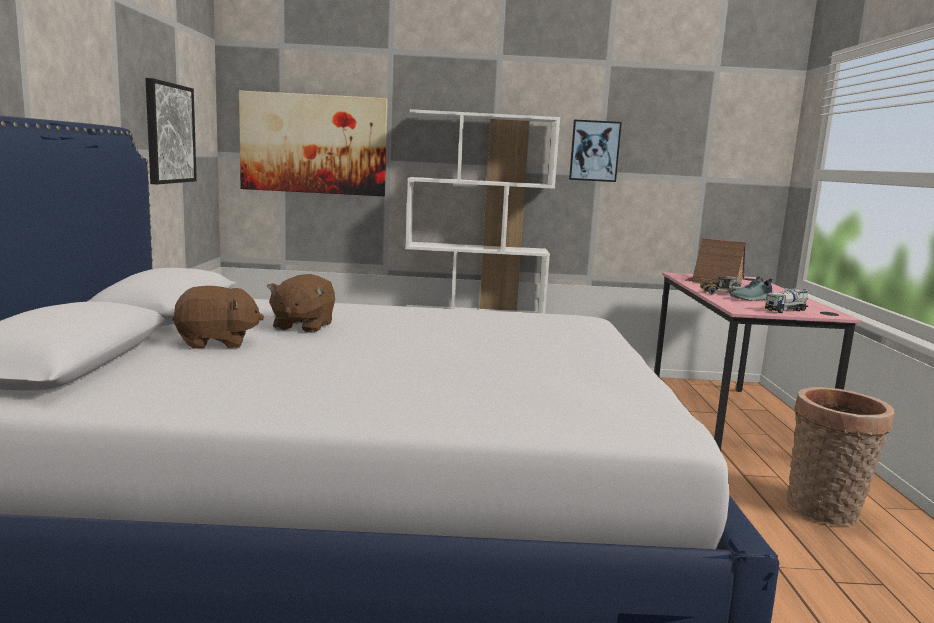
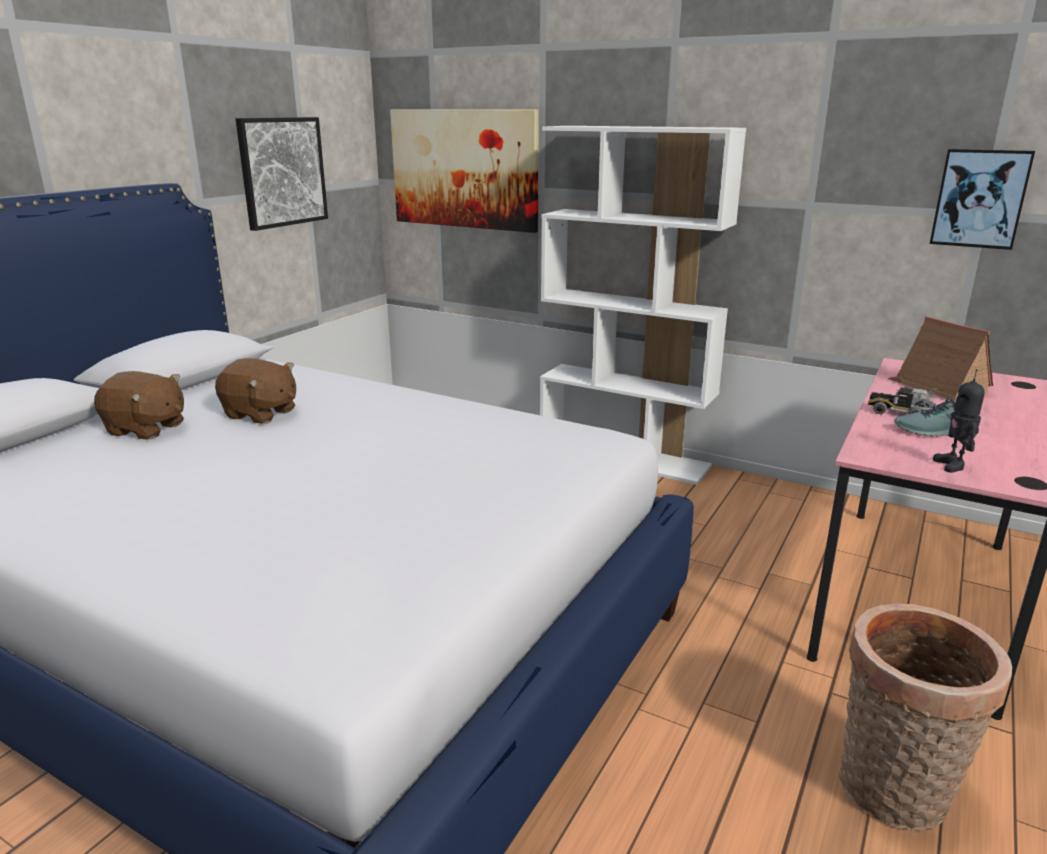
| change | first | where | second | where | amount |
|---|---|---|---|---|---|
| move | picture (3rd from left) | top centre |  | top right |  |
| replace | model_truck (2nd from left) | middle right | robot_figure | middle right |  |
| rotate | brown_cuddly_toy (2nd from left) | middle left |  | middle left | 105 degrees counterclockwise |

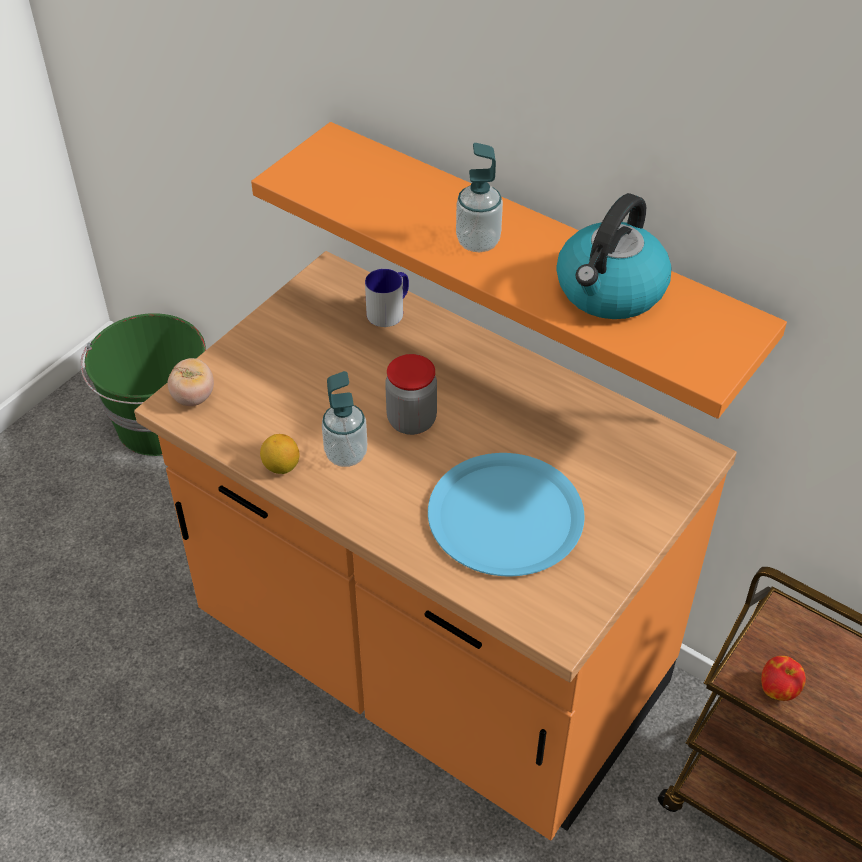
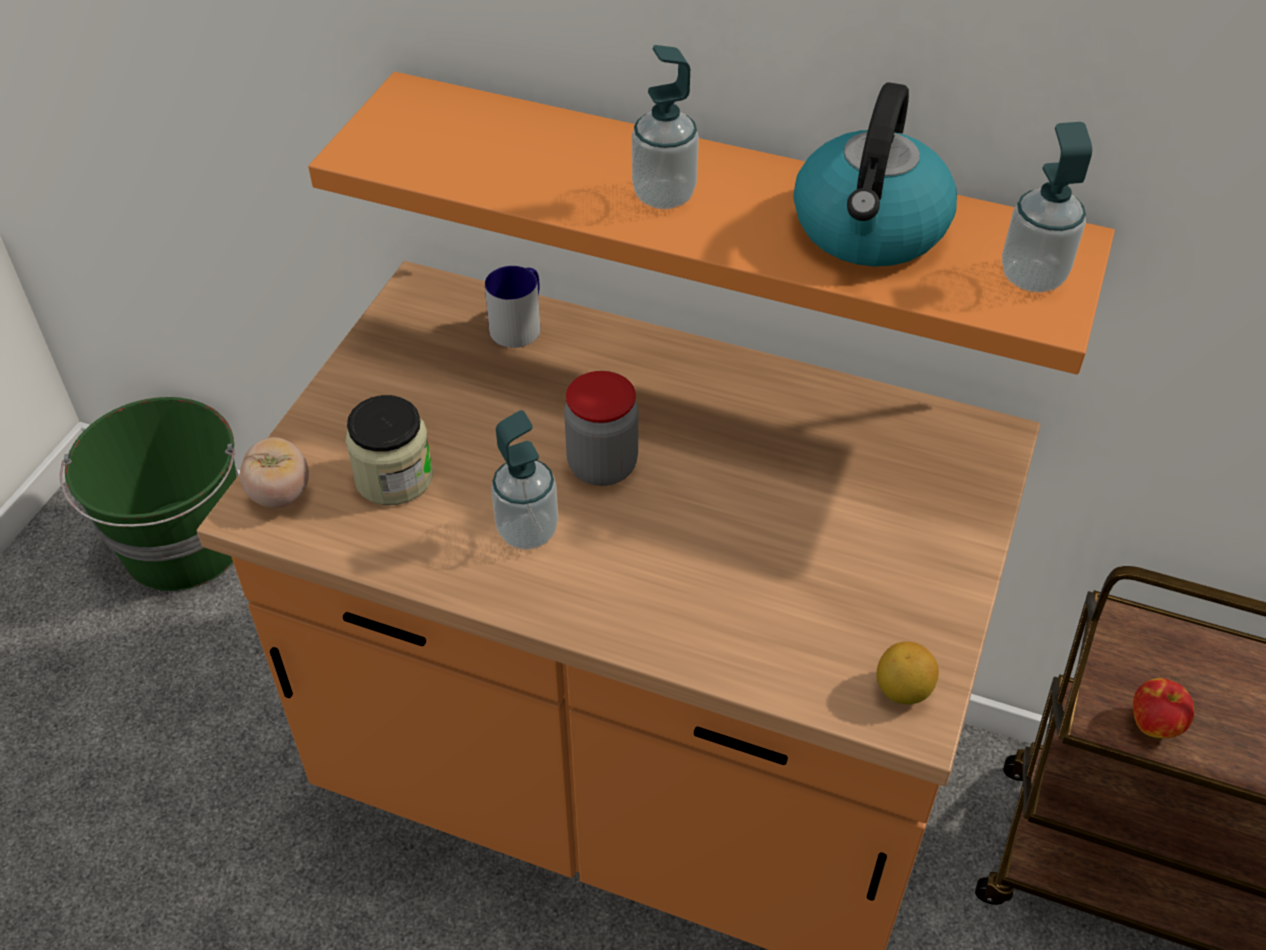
| change | first | where | second | where | amount |
|---|---|---|---|---|---|
| delete | blue_flat_dish | centre |  |  |  |
| insert |  |  | storage_jar (1st from left) | middle left |  |
| insert |  |  | soap_bottle (3rd from left) | top right |  |
| move | lemon | middle left |  | bottom right |  |

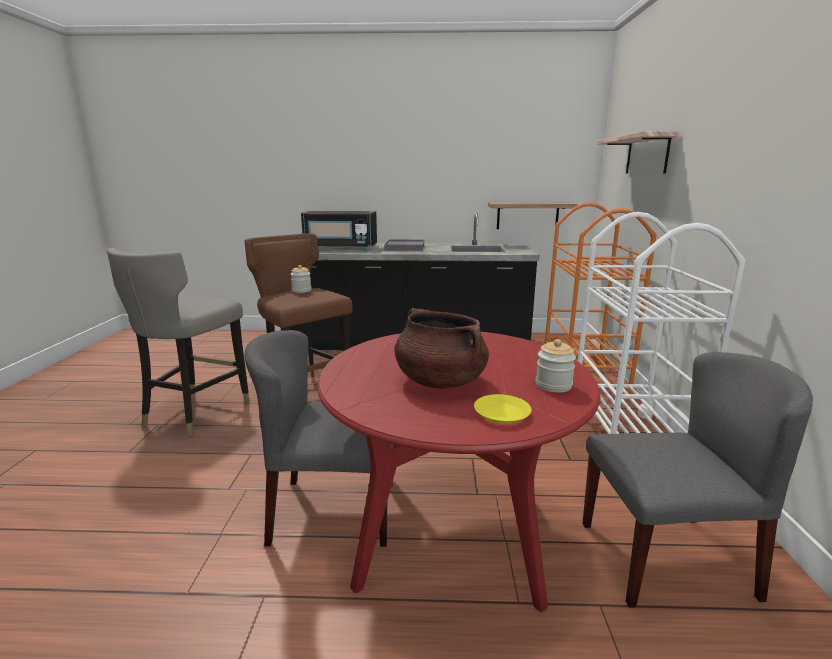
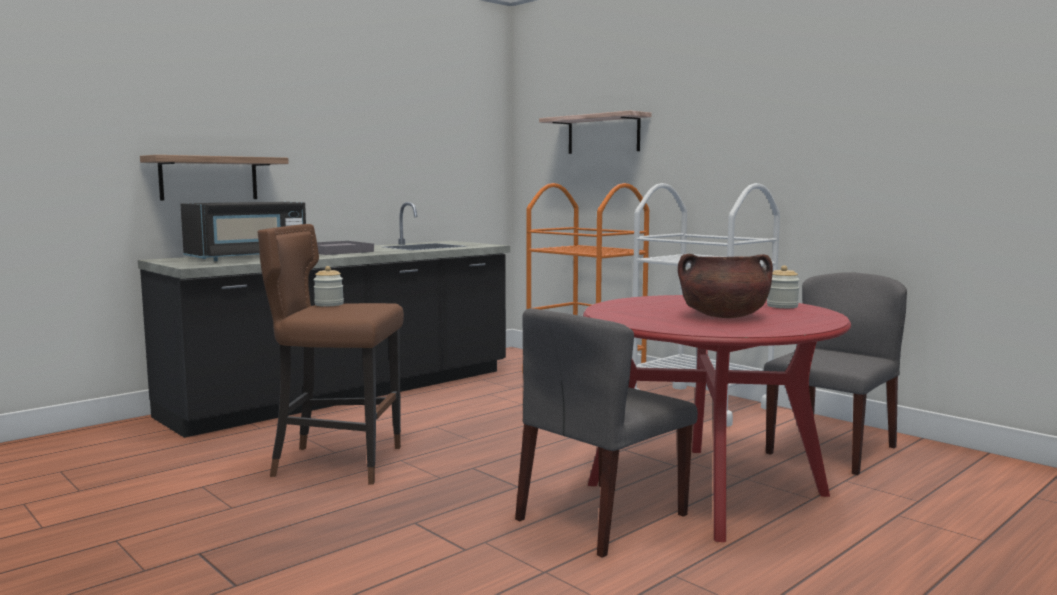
| change | first | where | second | where | amount |
|---|---|---|---|---|---|
| delete | greyish_stool_seat | middle left |  |  |  |
| delete | yellow_flat_dish | centre |  |  |  |
| move | wall_shelf (1st from left) | top centre |  | top left |  |

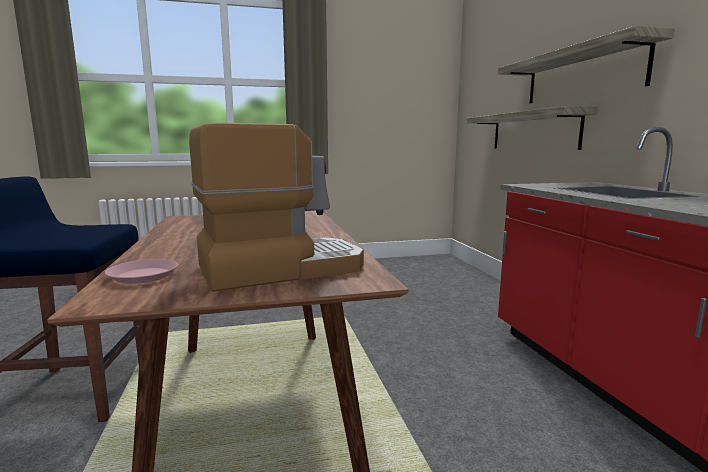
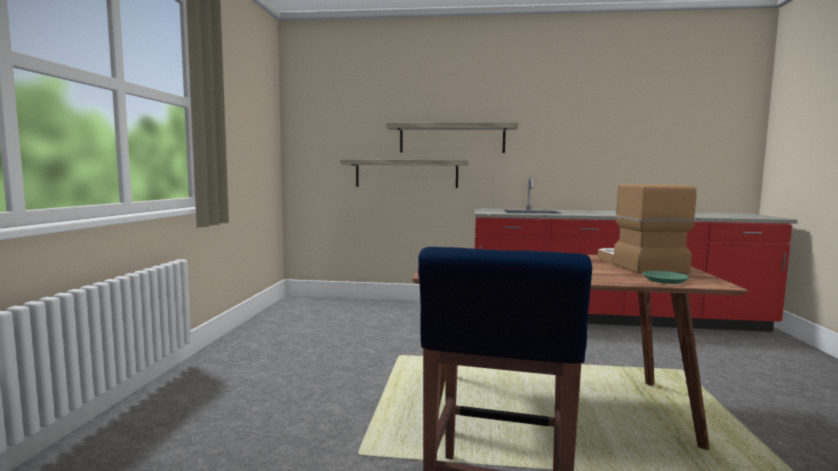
| change | first | where | second | where | amount |
|---|---|---|---|---|---|
| recolor | pinkish_flat_dish | middle left | green-coloured_flat_dish | middle right |  |

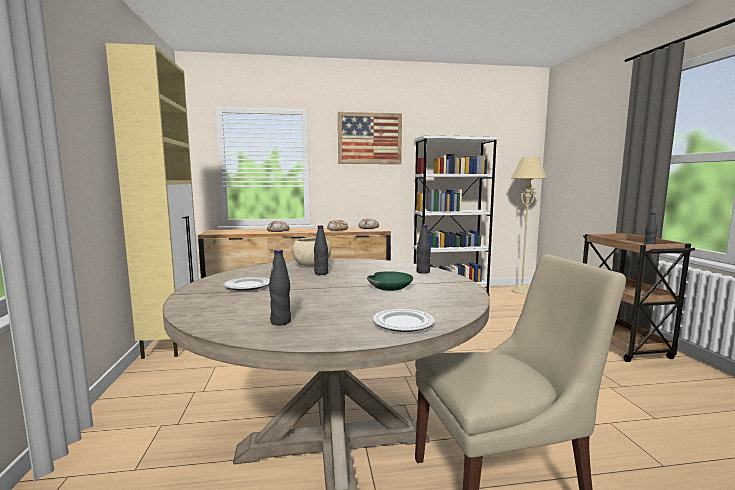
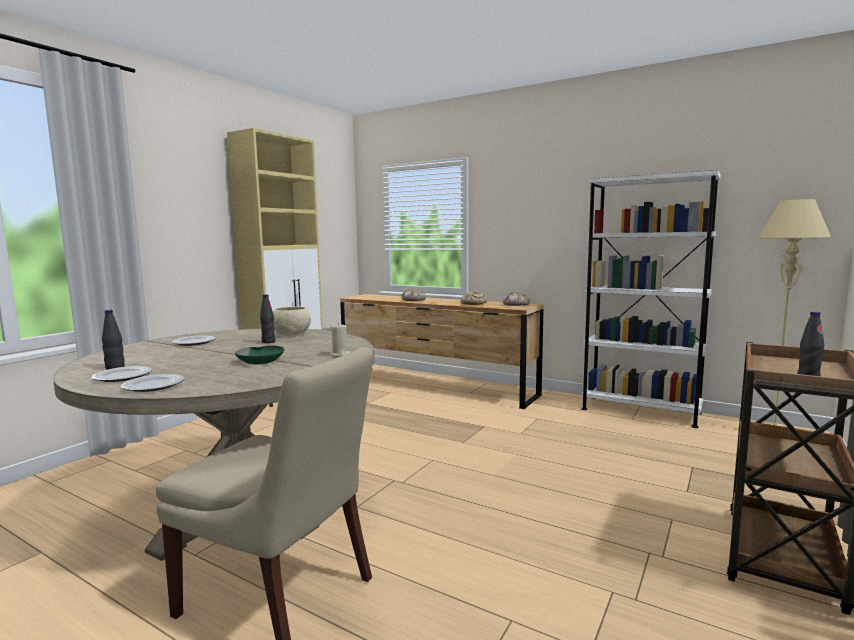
| change | first | where | second | where | amount |
|---|---|---|---|---|---|
| delete | picture | top centre |  |  |  |
| insert |  |  | flat_dish (1st from left) | middle left |  |
| replace | black-coloured_bottle (3rd from left) | centre | beige-coloured_wax_light | centre |  |

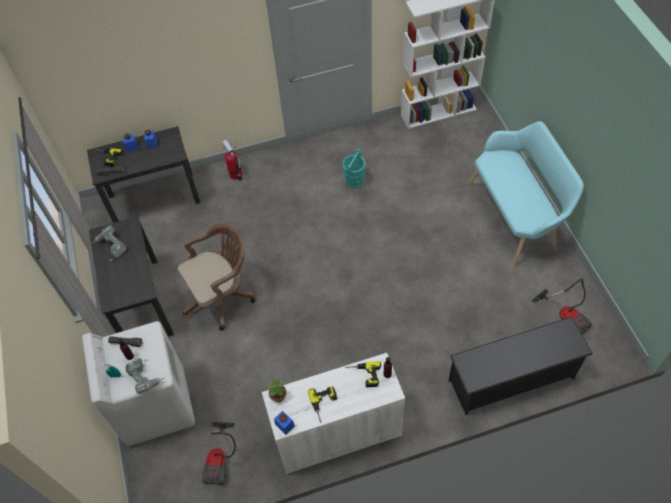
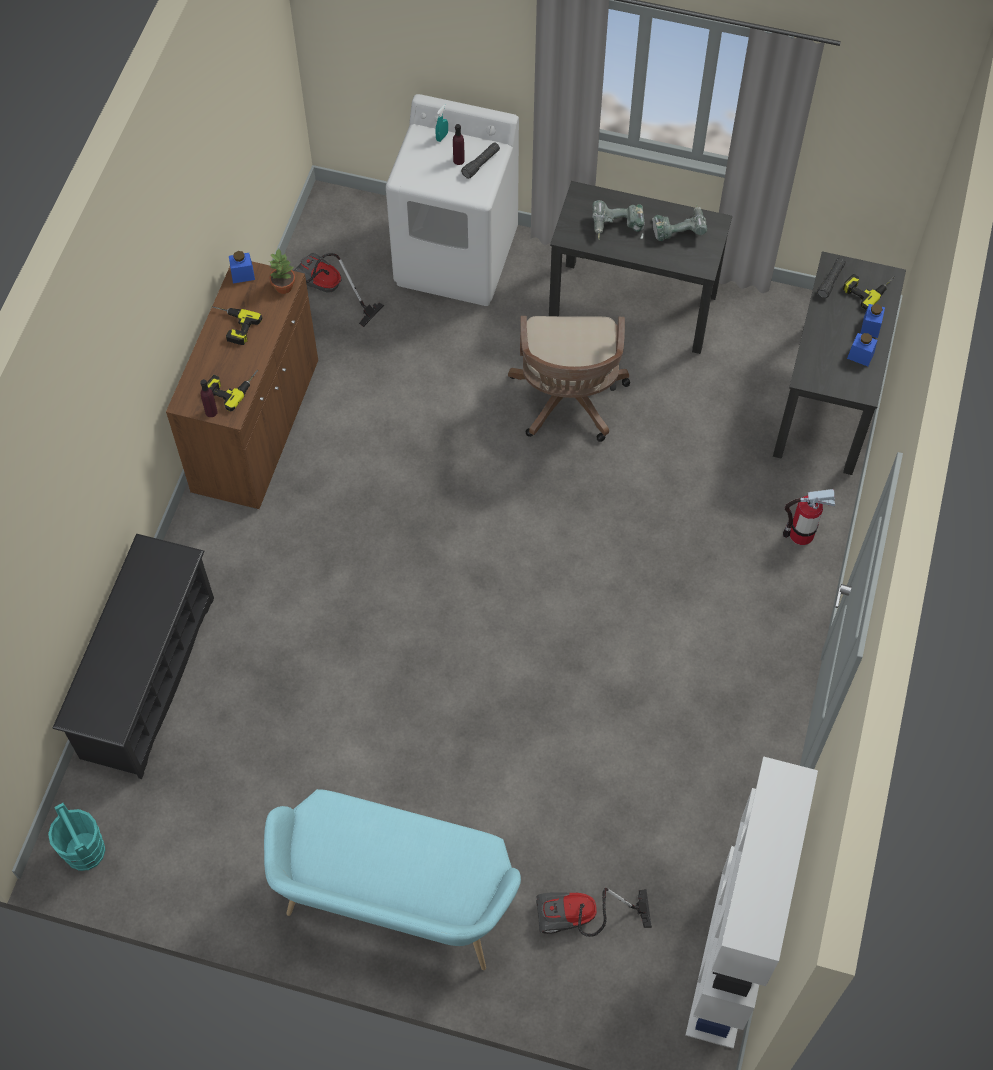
| change | first | where | second | where | amount |
|---|---|---|---|---|---|
| move | power_drill (3rd from left) | bottom left |  | top centre |  |
| move | turquoise-coloured_pail | centre |  | bottom left |  |
| move | vacuum_cleaner (2nd from left) | middle right |  | bottom centre |  |
| recolor | white_storage_cabinet | bottom centre | brown_storage_cabinet | middle left |  |

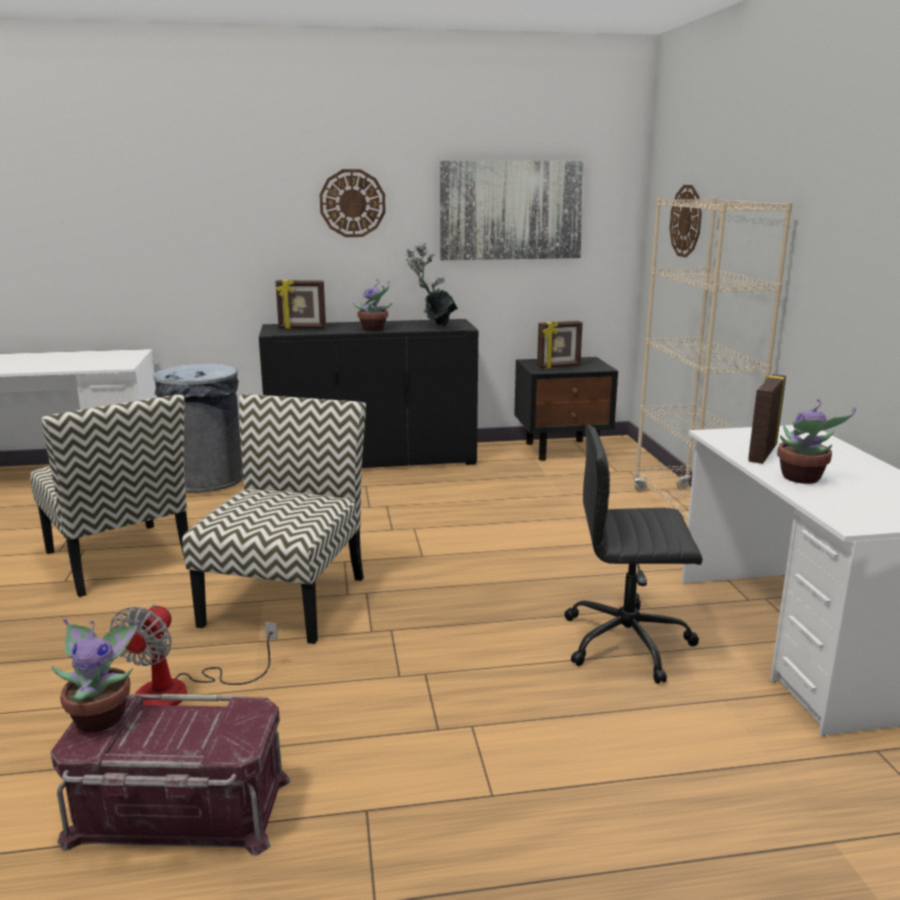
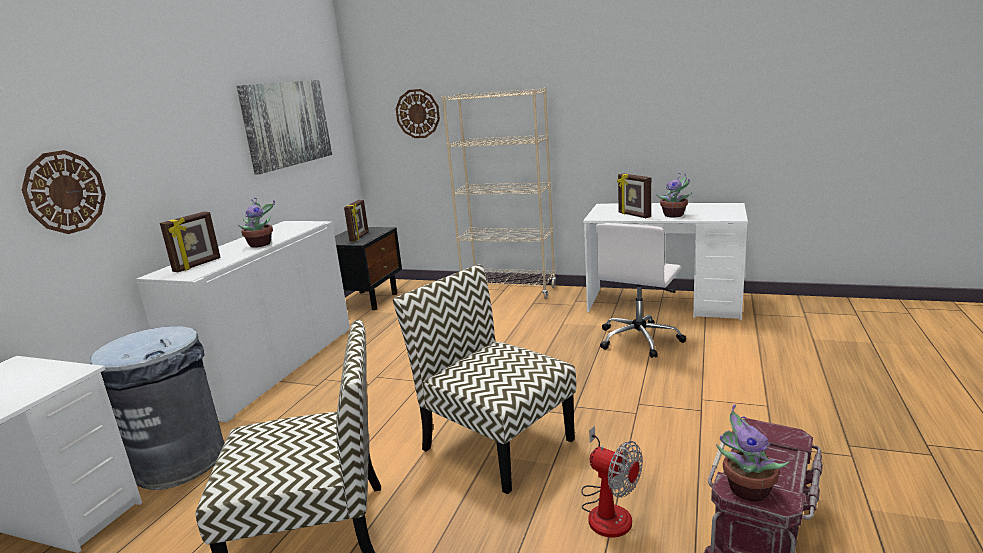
| change | first | where | second | where | amount |
|---|---|---|---|---|---|
| delete | plant_in_a_pot (3rd from left) | top centre |  |  |  |
| move | clock_on_the_wall (1st from left) | top centre |  | middle left |  |
| recolor | black-coloured_storage_cabinet | centre | white_storage_cabinet | middle left |  |
| recolor | black-coloured_office_chair | middle right | white_office_chair | centre |  |

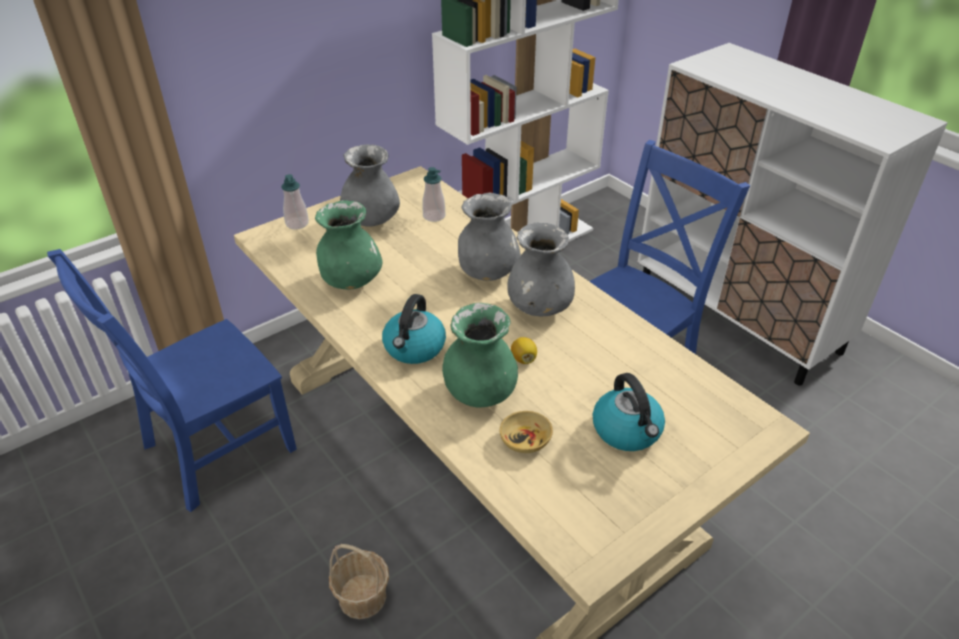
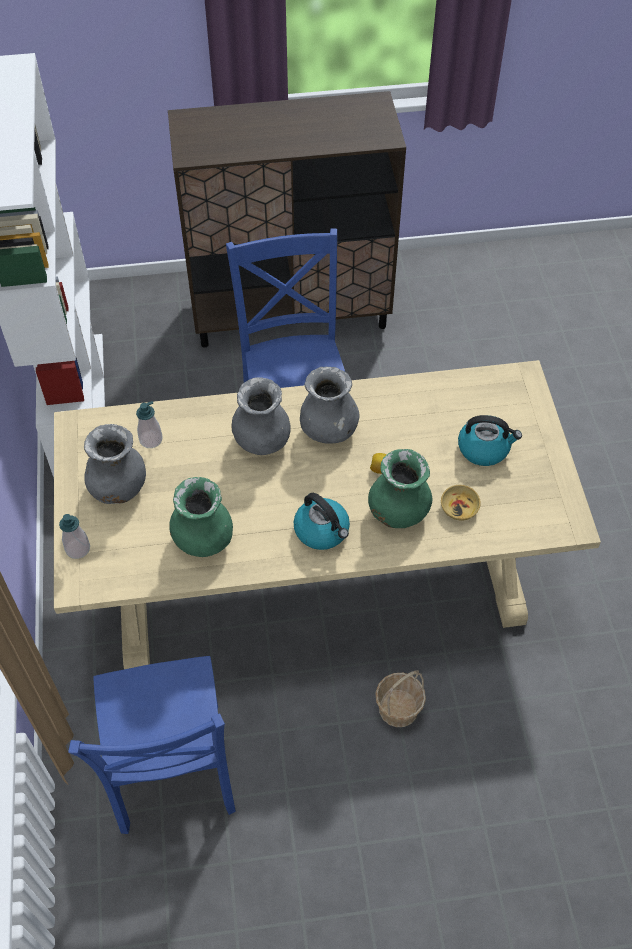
| change | first | where | second | where | amount |
|---|---|---|---|---|---|
| recolor | white_storage_cabinet | middle right | brown_storage_cabinet | top centre |  |

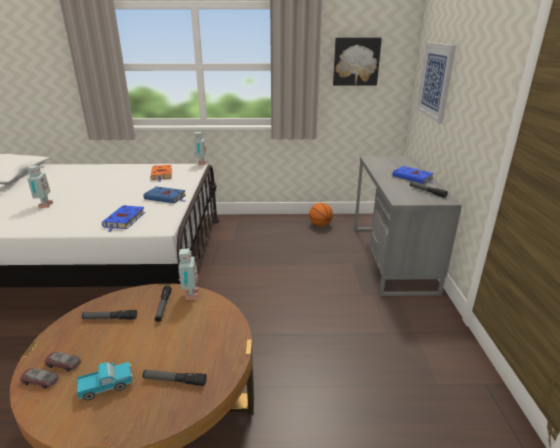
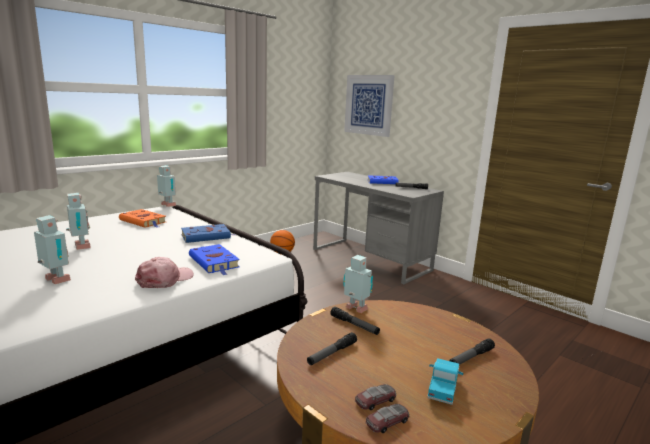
| change | first | where | second | where | amount |
|---|---|---|---|---|---|
| delete | picture (1st from left) | top centre |  |  |  |
| insert |  |  | robot_figure (2nd from left) | middle left |  |
| insert |  |  | pinkish_baseball_cap | middle left |  |

